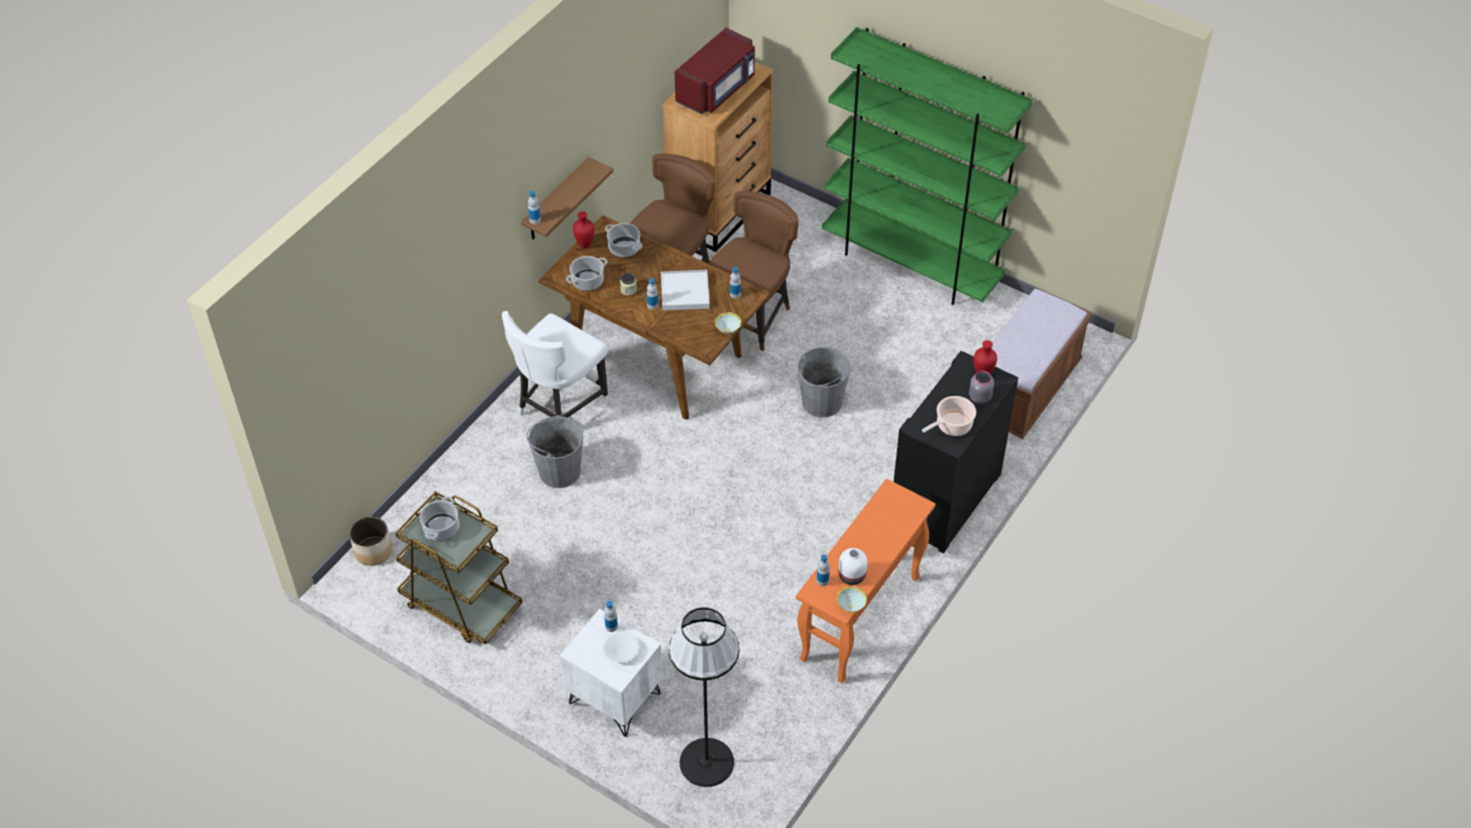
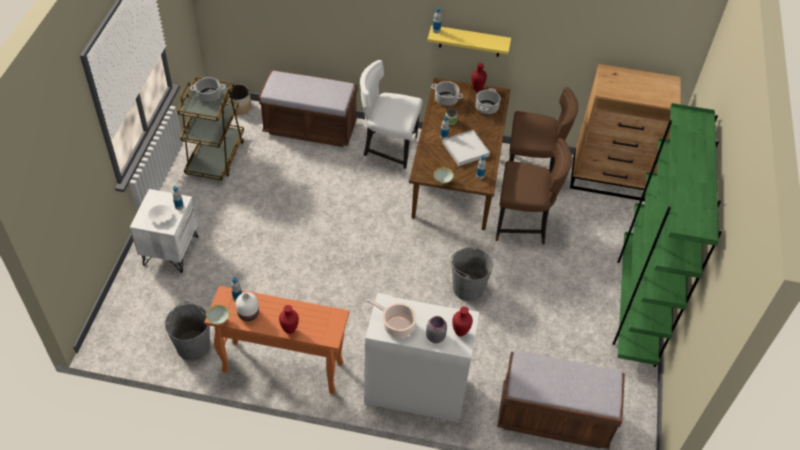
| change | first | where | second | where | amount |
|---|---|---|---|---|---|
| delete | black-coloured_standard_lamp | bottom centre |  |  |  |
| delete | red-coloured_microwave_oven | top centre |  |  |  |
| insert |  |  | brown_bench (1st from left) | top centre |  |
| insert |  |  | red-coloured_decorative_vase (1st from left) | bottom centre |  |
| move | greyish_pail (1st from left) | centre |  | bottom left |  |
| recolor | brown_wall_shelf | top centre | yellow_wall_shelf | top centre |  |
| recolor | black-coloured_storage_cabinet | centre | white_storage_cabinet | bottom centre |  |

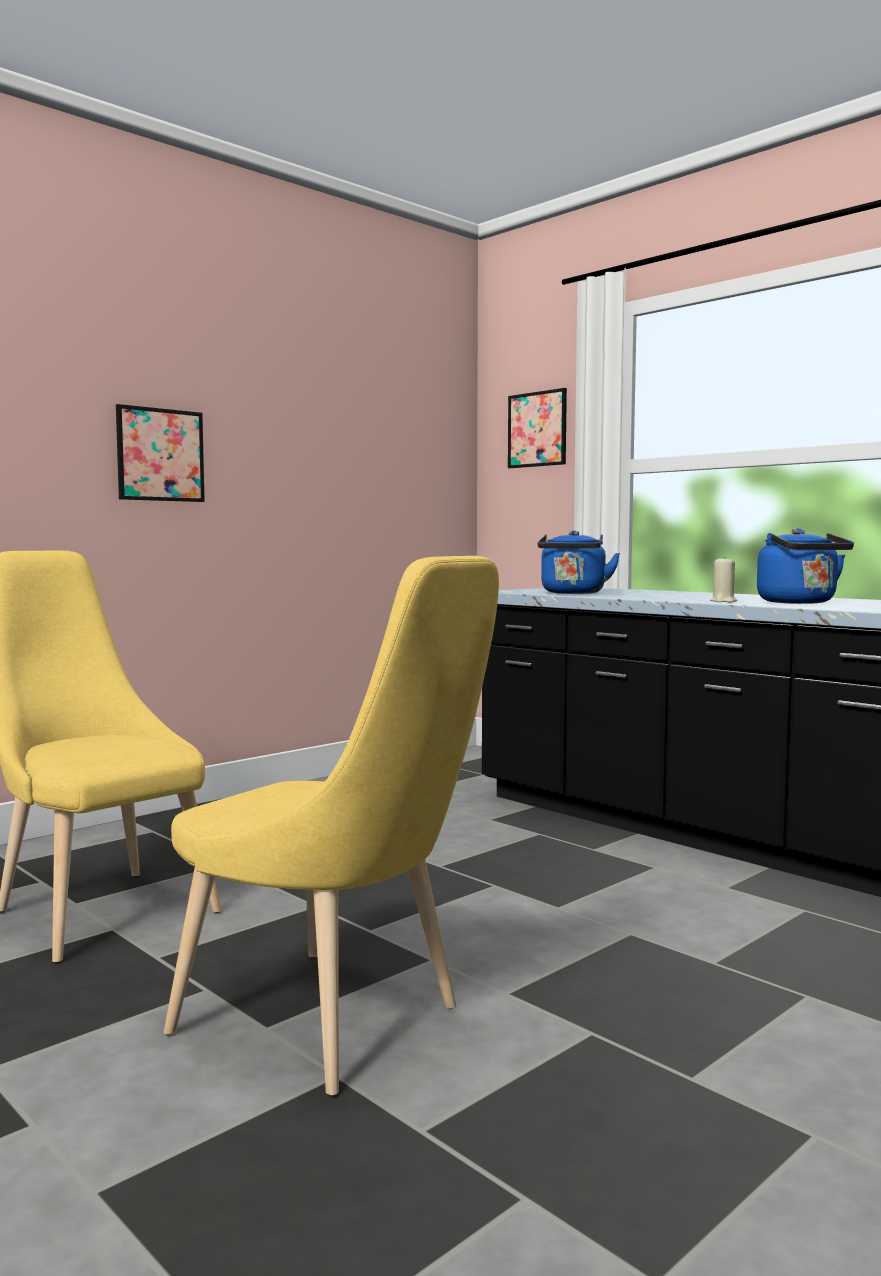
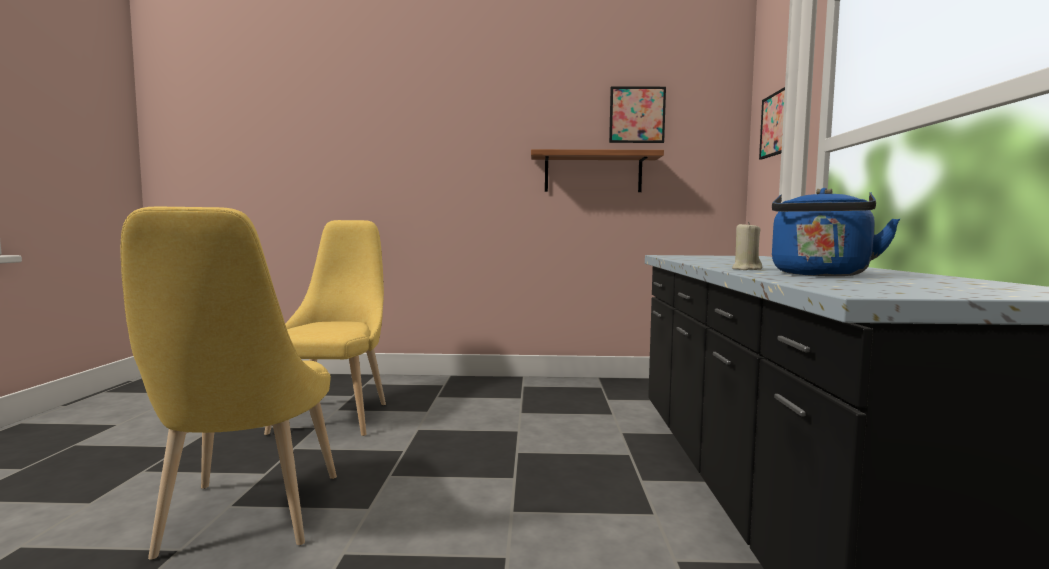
| change | first | where | second | where | amount |
|---|---|---|---|---|---|
| delete | blue_tea_kettle (1st from left) | centre |  |  |  |
| insert |  |  | wall_shelf | top centre |  |
| move | picture (1st from left) | middle left |  | top centre |  |

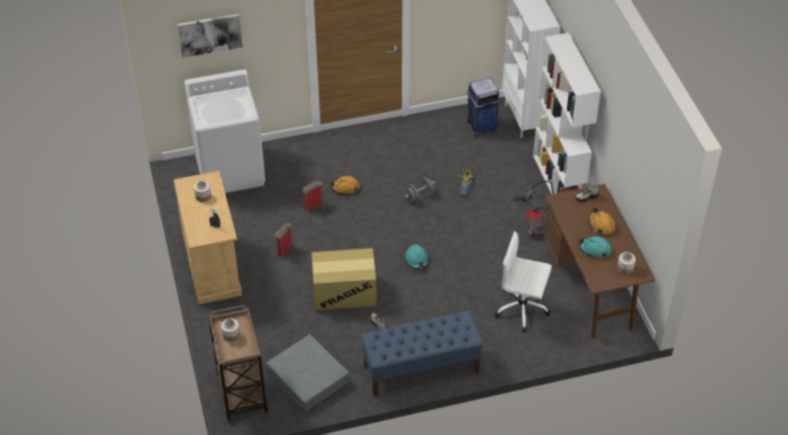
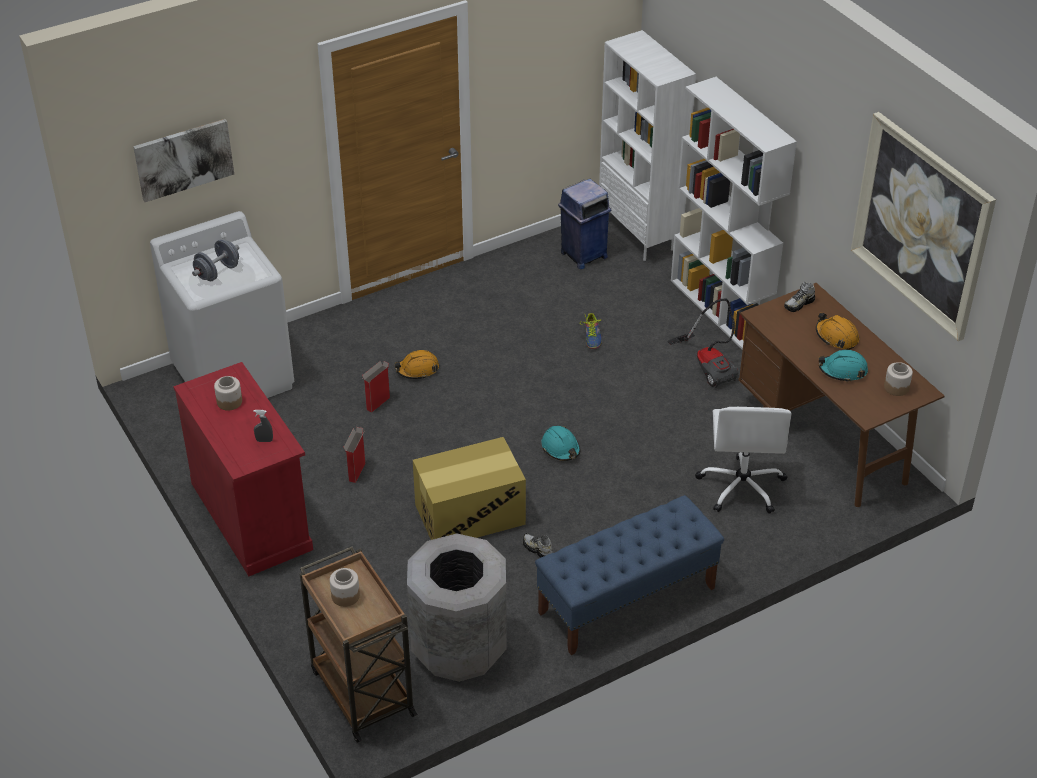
| change | first | where | second | where | amount |
|---|---|---|---|---|---|
| insert |  |  | picture (2nd from left) | top right |  |
| move | greyish_hand_weight | centre |  | middle left |  |
| replace | greyish_storage_container | bottom centre | greyish_trash_can | bottom centre |  |
| recolor | beige-coloured_storage_cabinet | middle left | red-coloured_storage_cabinet | middle left |  |
| rotate | white_office_chair | centre |  | middle right | 90 degrees counterclockwise |

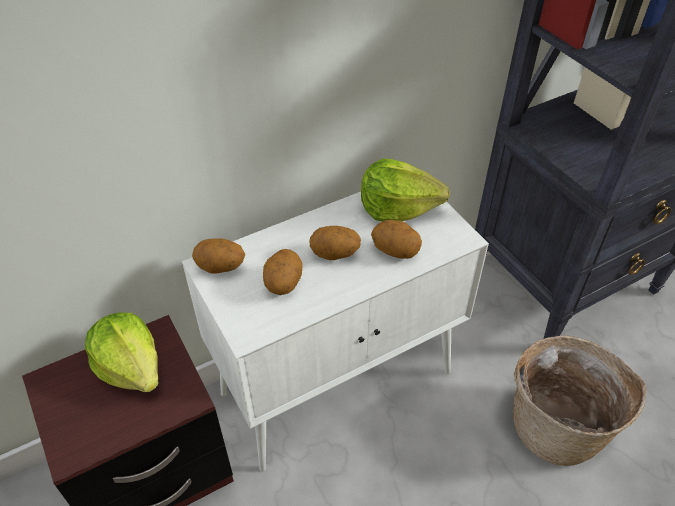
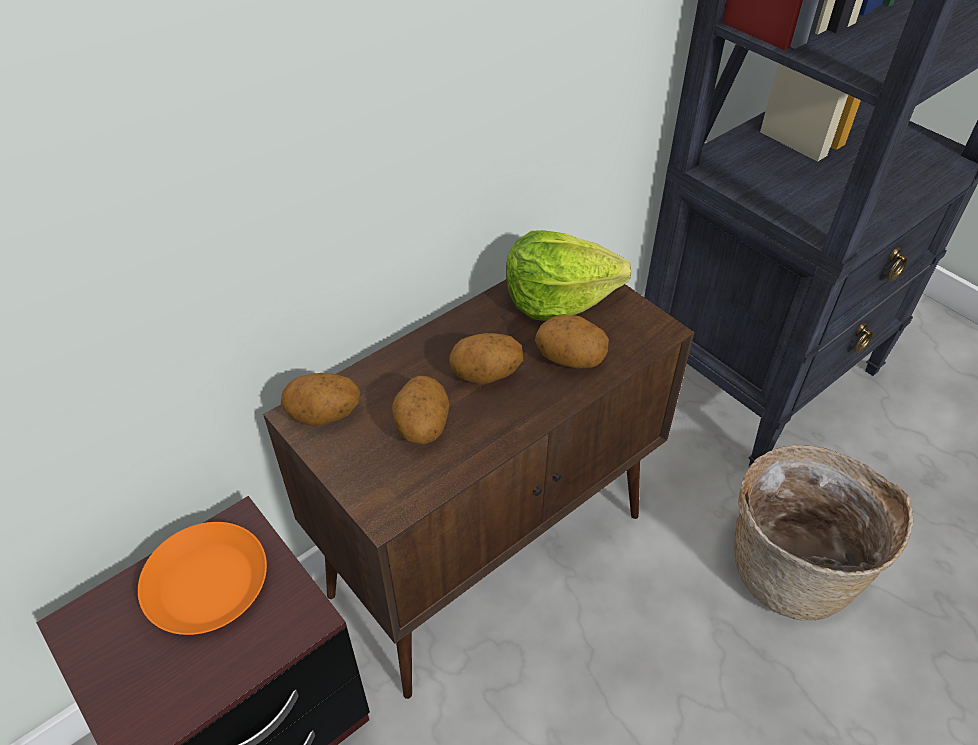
| change | first | where | second | where | amount |
|---|---|---|---|---|---|
| replace | lettuce (1st from left) | bottom left | orangey_flat_dish | bottom left |  |
| recolor | white_storage_cabinet | centre | brown_storage_cabinet | centre |  |

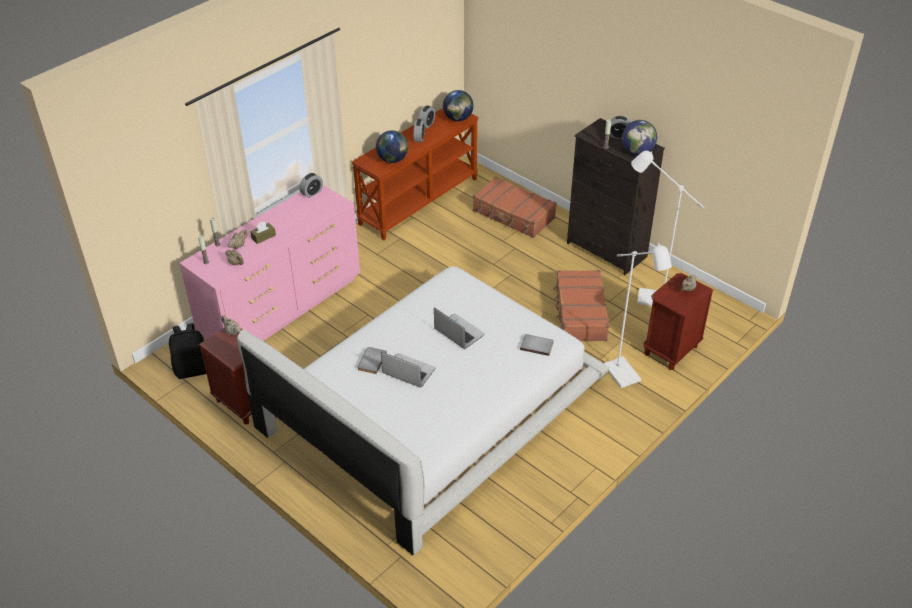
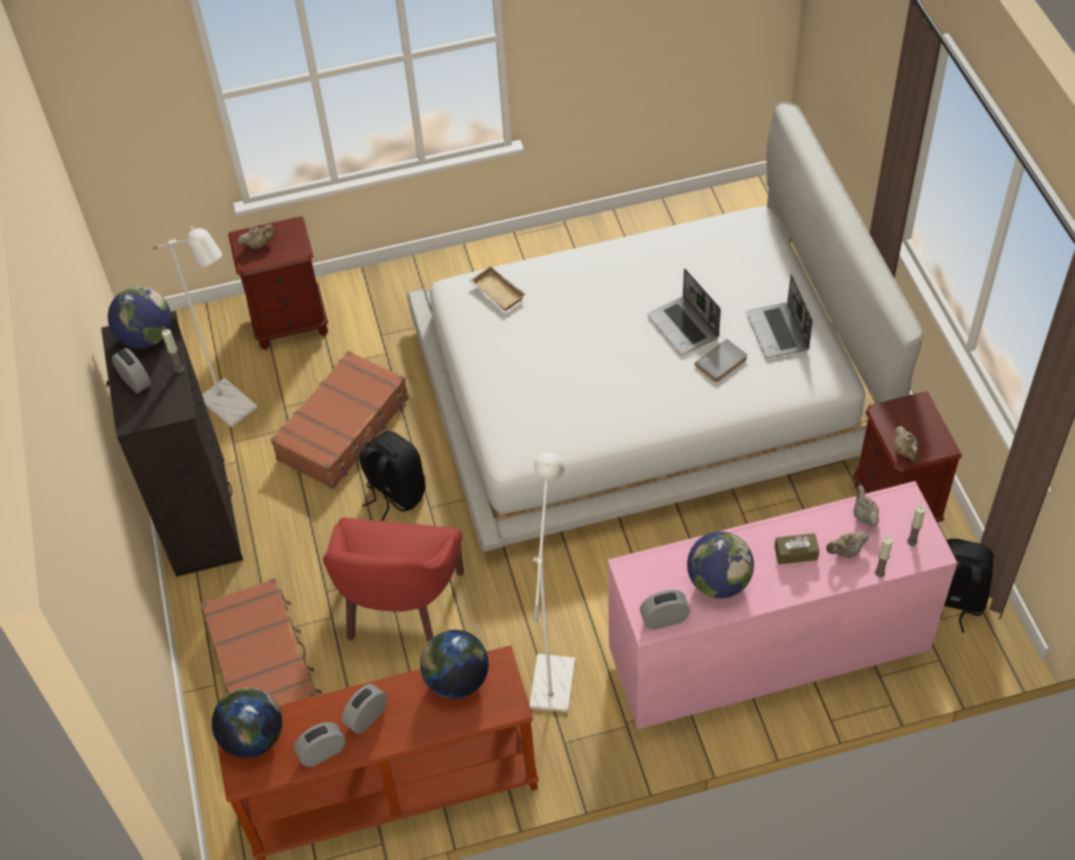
| change | first | where | second | where | amount |
|---|---|---|---|---|---|
| insert |  |  | red-coloured_armchair | bottom centre |  |
| insert |  |  | black-coloured_rucksack (1st from left) | centre |  |
| insert |  |  | world_globe (4th from left) | middle right |  |
| move | portable_computer (2nd from left) | centre |  | middle right |  |
| move | white_standard_lamp (1st from left in the first image) | middle right | white_standard_lamp (2nd from left) | bottom centre |  |
| replace | greyish_bound_book (2nd from left) | centre | beige-coloured_tray | centre |  |

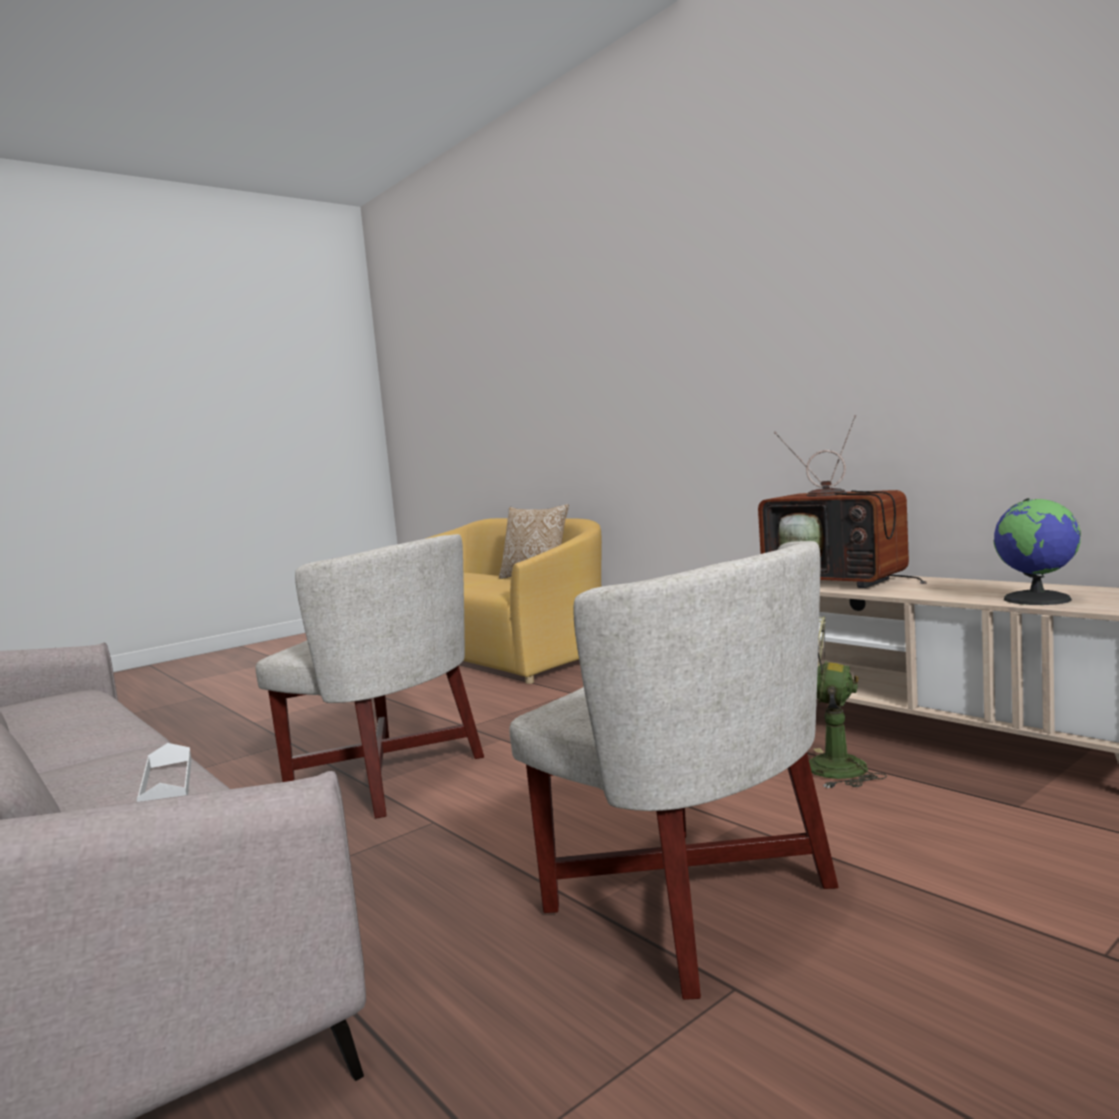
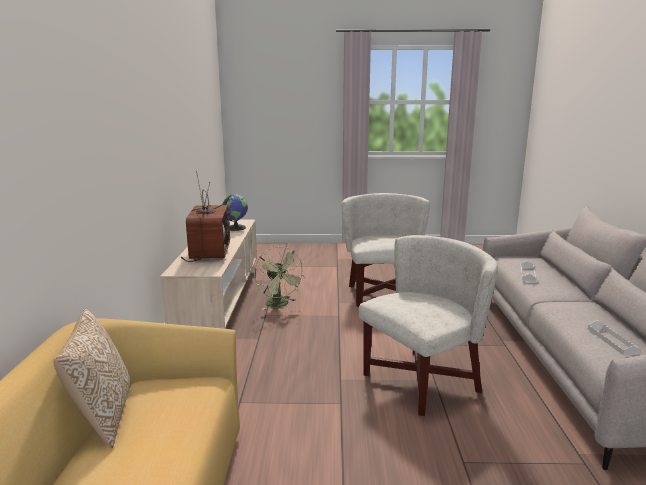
| change | first | where | second | where | amount |
|---|---|---|---|---|---|
| insert |  |  | white_tray (2nd from left) | bottom right |  |
| rotate | white_armchair (1st from left in the first image) | middle left | white_armchair (2nd from left) | bottom centre | 75 degrees clockwise |

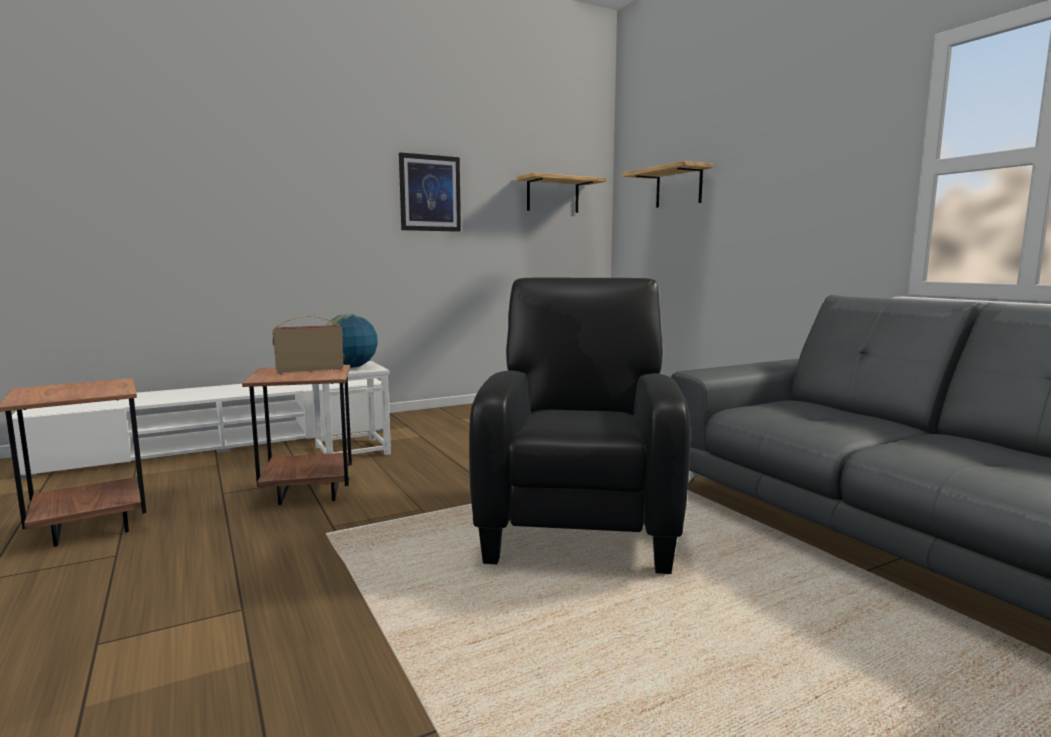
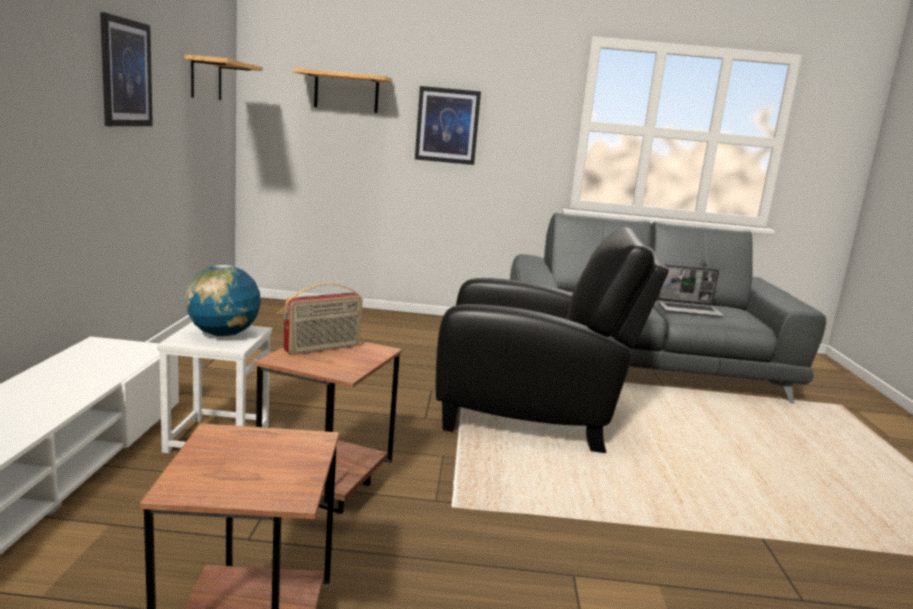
| change | first | where | second | where | amount |
|---|---|---|---|---|---|
| insert |  |  | picture (2nd from left) | top centre |  |
| insert |  |  | portable_computer | middle right |  |
| rotate | radio_set | middle left |  | centre | 135 degrees counterclockwise |
| rotate | black-coloured_armchair | centre |  | centre | 150 degrees clockwise |

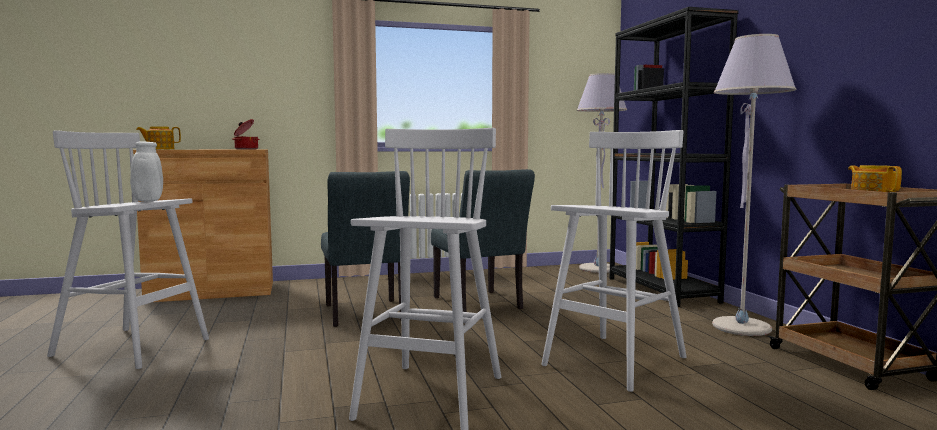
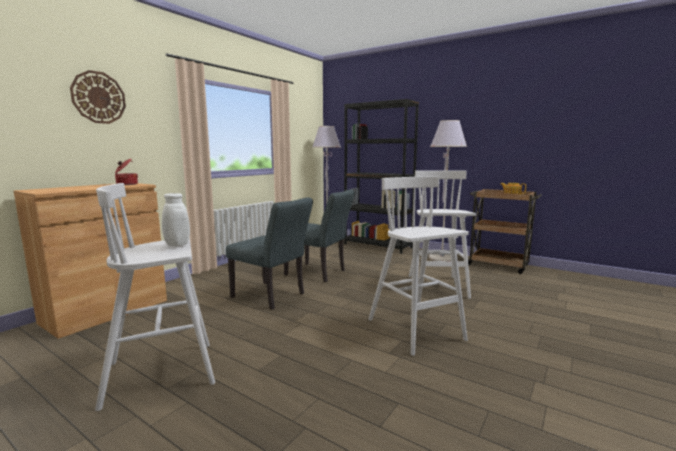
| change | first | where | second | where | amount |
|---|---|---|---|---|---|
| delete | teapot (1st from left) | top left |  |  |  |
| insert |  |  | clock_on_the_wall | top left |  |

